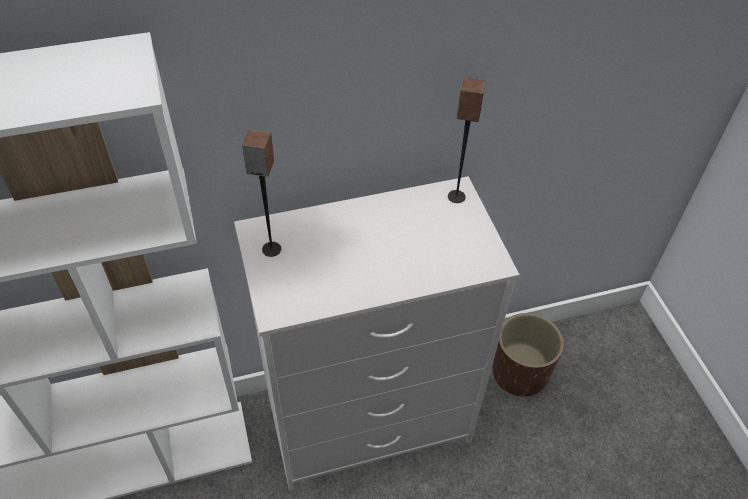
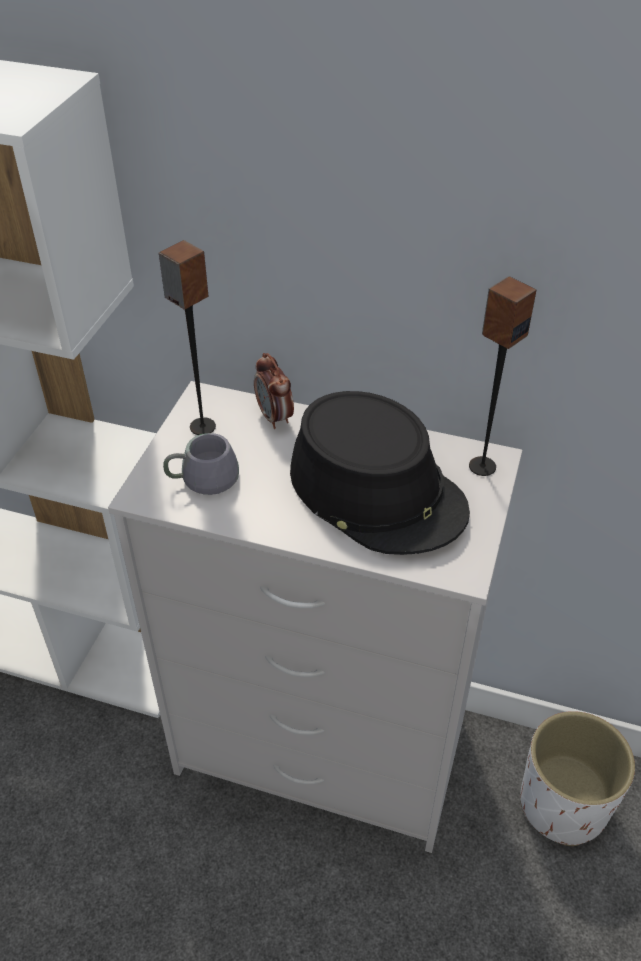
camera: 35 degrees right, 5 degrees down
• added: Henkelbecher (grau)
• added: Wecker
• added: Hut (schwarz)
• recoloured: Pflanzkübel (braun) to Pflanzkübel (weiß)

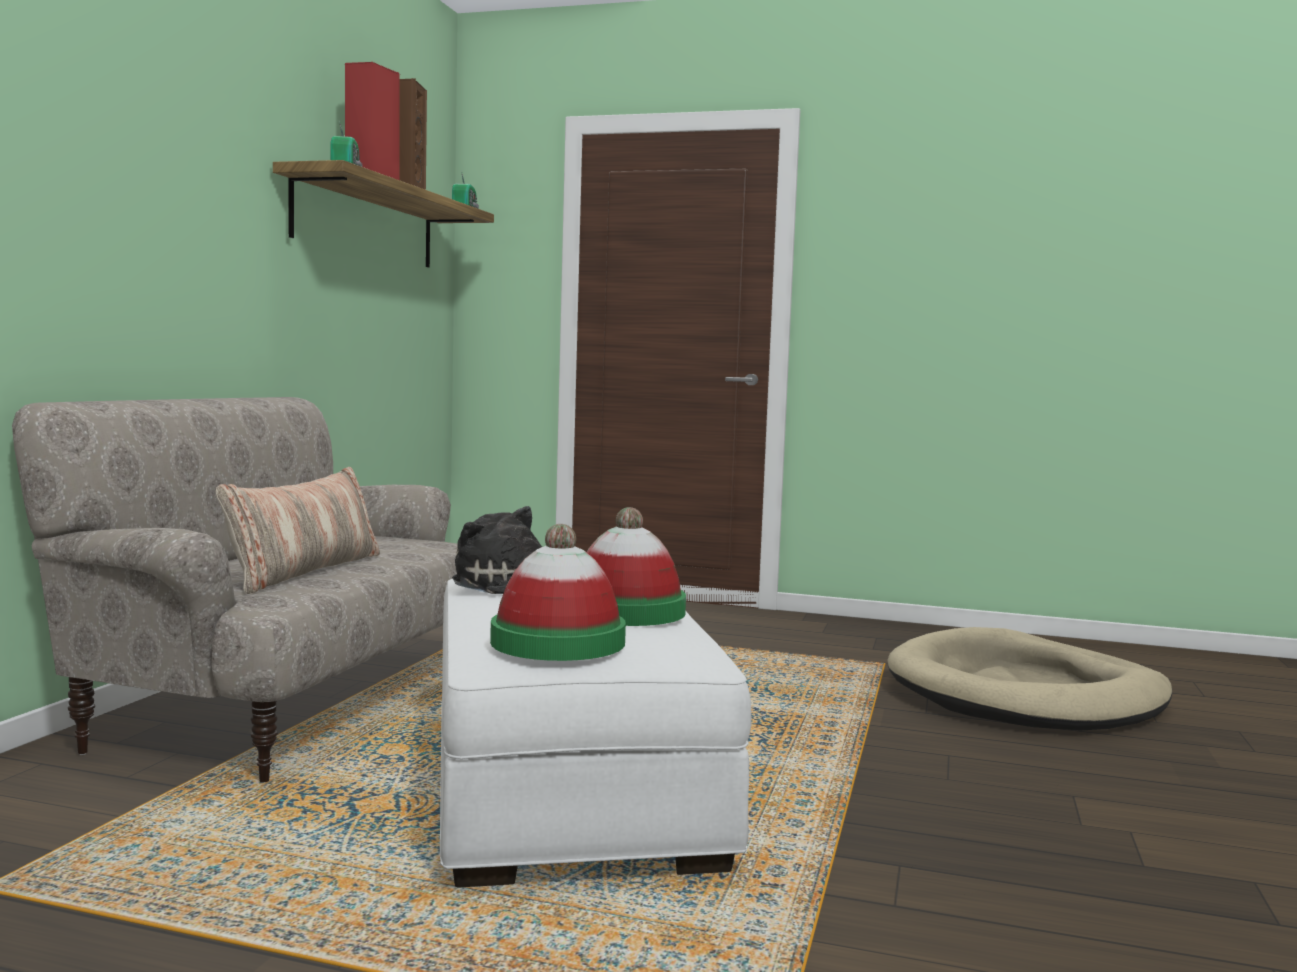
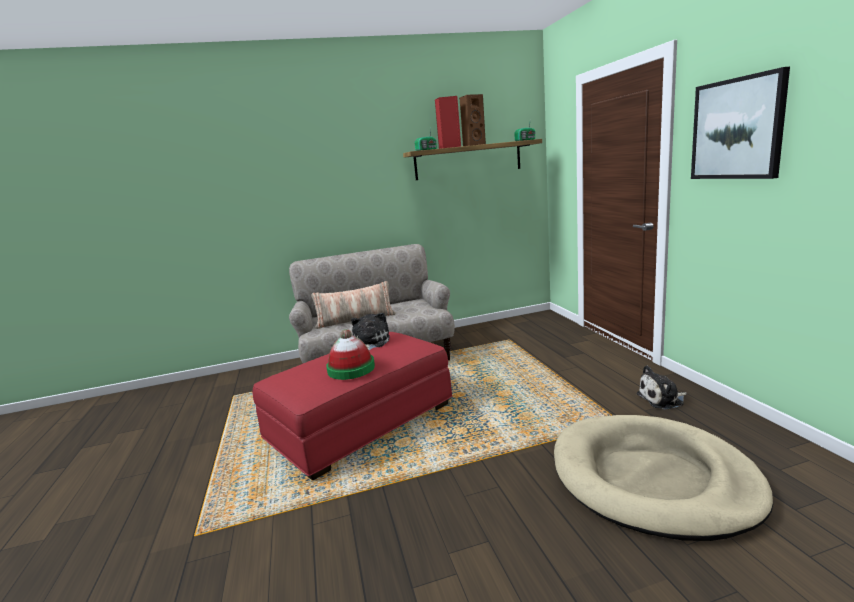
camera: 60 degrees right, 10 degrees up
• removed: Hut (1st from left)
• added: Plüschtier (2nd from left)
• added: Bild
• recoloured: Polsterhocker (weiß) to Polsterhocker (rot)

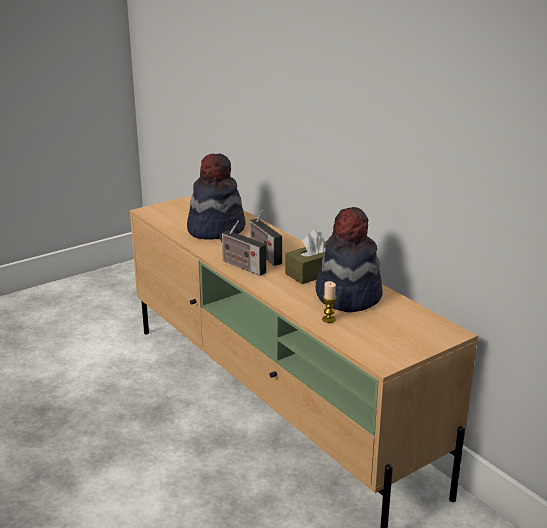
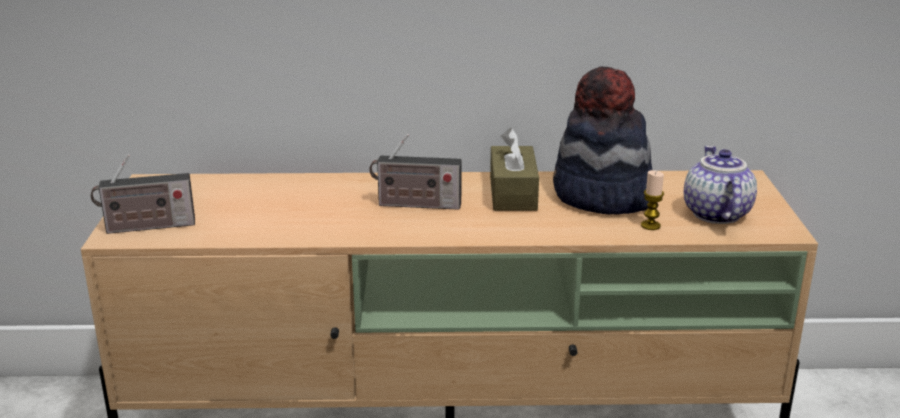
camera: 55 degrees left, 0 degrees up
• removed: Hut (1st from left)
• added: Teekanne
• moved: Radio (1st from left)

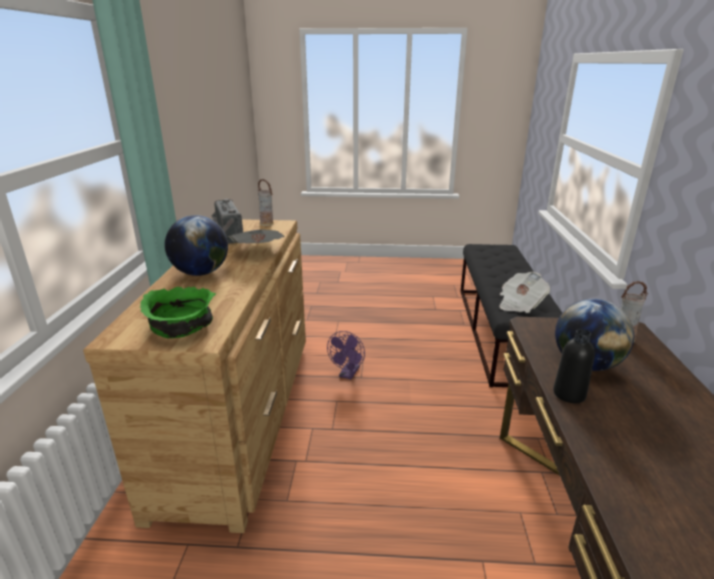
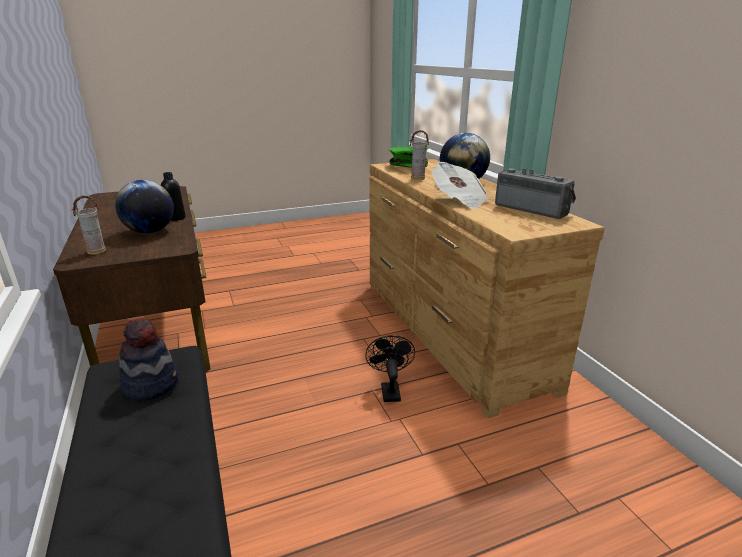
camera: 155 degrees right, 0 degrees up
• moved: Vase (1st from left in the first image) to Vase (2nd from left)
• replaced: Zeitung (2nd from left) to Hut
• recoloured: Ventilator (lila) to Ventilator (schwarz)

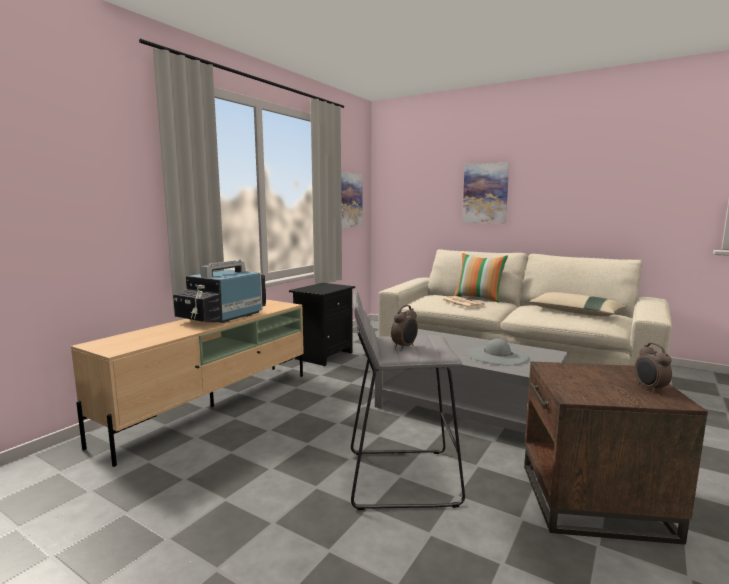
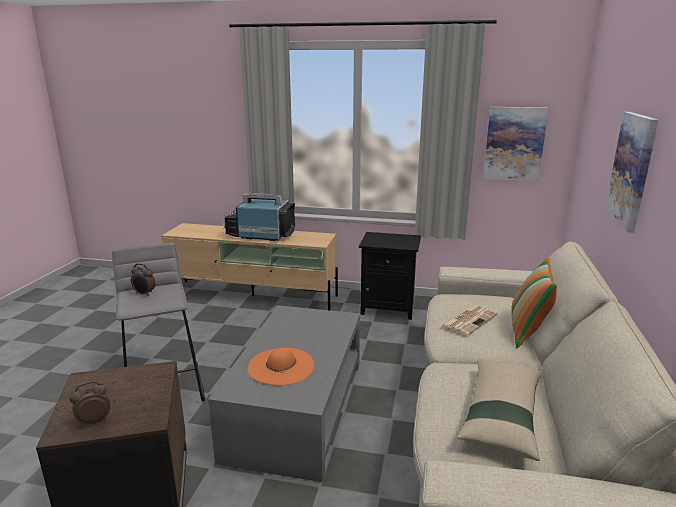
camera: 70 degrees right, 10 degrees up
• recoloured: Hut (grau) to Hut (orange)

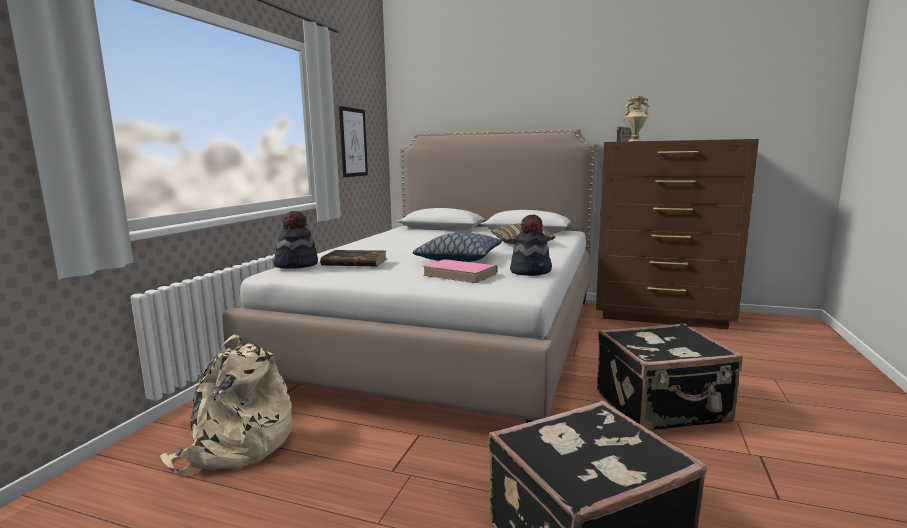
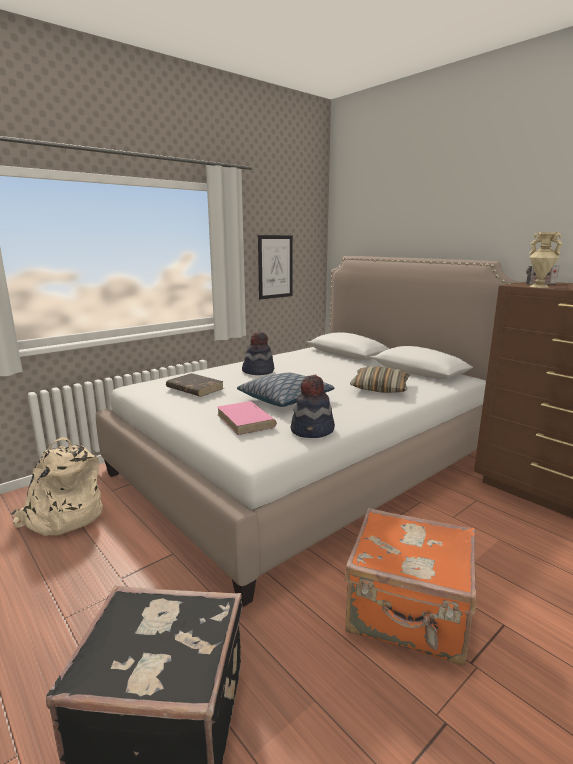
camera: 30 degrees right, 5 degrees up
• moved: Hut (1st from left)
• recoloured: Koffer (schwarz) (2nd from left) to Koffer (orange)

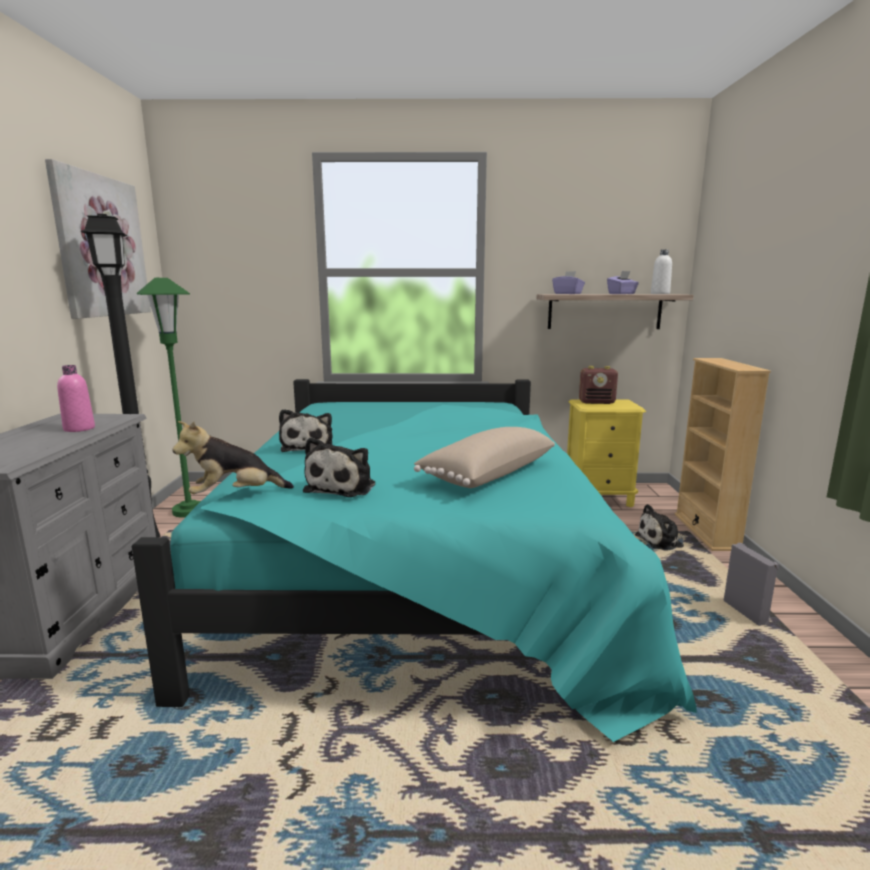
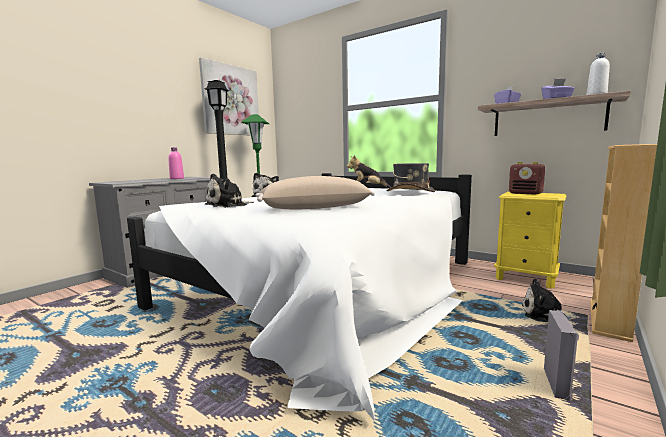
camera: 35 degrees right, 5 degrees down
• added: Hut (grau)
• moved: Plüschtier (1st from left in the first image) to Plüschtier (3rd from left)
• recoloured: Bett (türkis) to Bett (weiß)

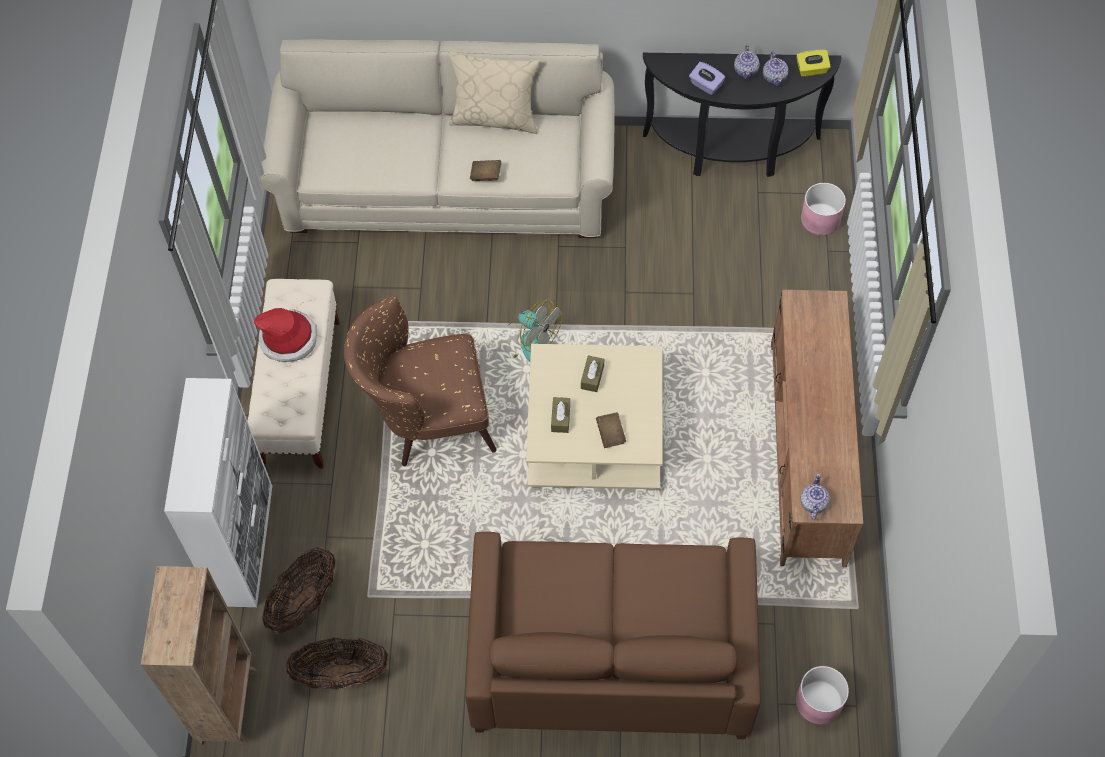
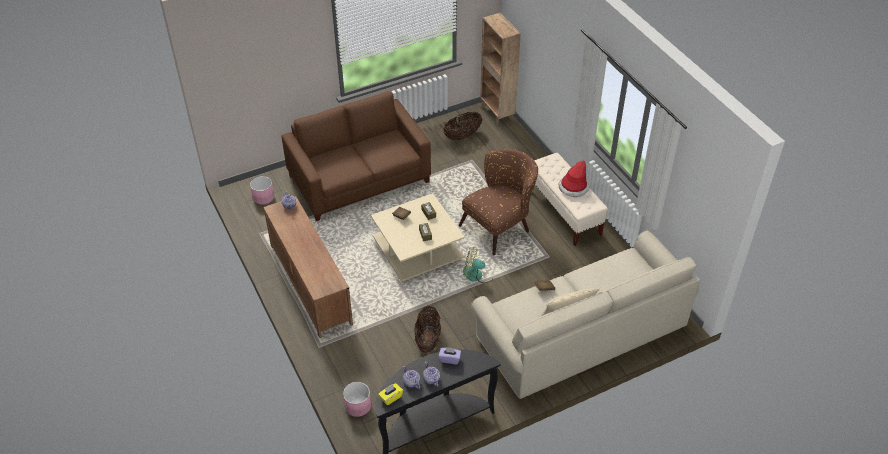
camera: 150 degrees right, 15 degrees down
• removed: Schrank (weiß)
• moved: Korb (1st from left)

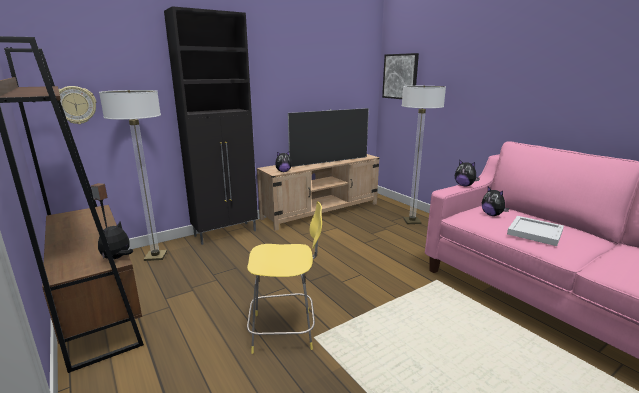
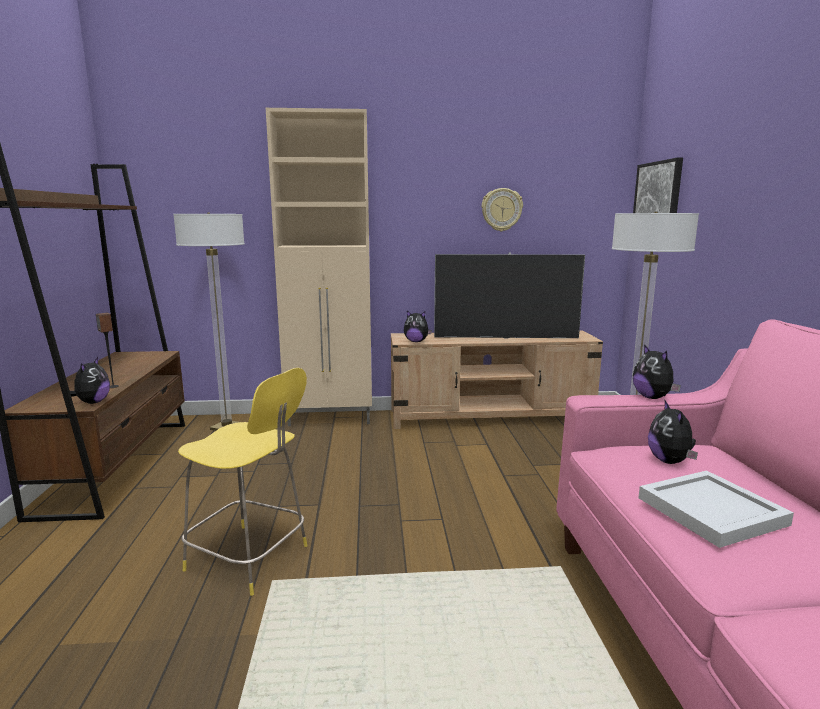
camera: 30 degrees right, 5 degrees down
• moved: Wanduhr
• recoloured: Schrank (schwarz) to Schrank (beige)
• turned: Plüschtier (1st from left) 120 degrees clockwise

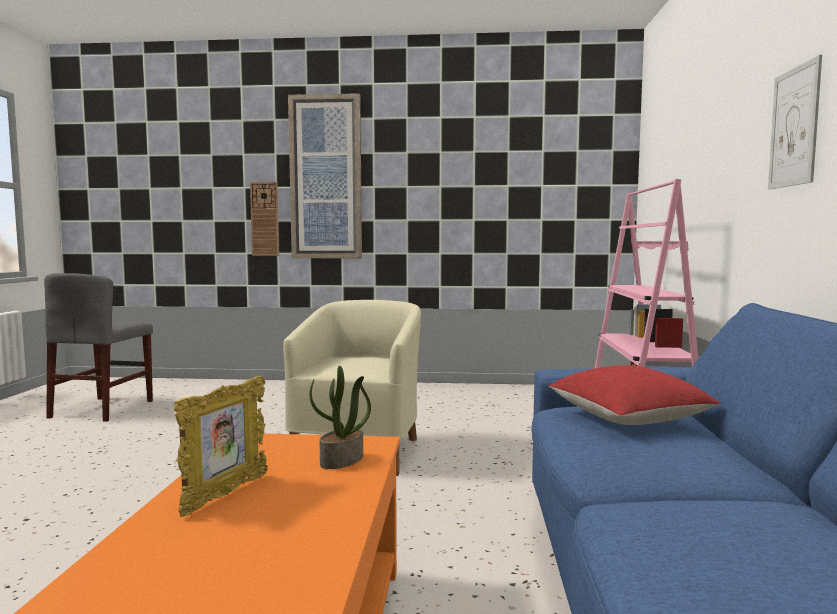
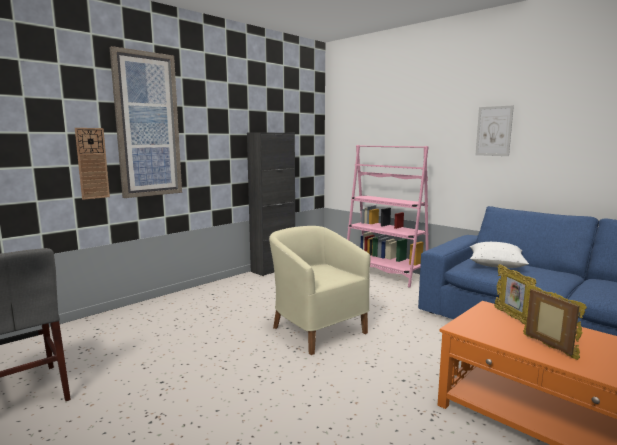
camera: 50 degrees left, 5 degrees up
• added: Schrank (schwarz)
• replaced: Topfpflanze to Bilderrahmen (1st from left)
• recoloured: Kissen (rot) to Kissen (weiß)

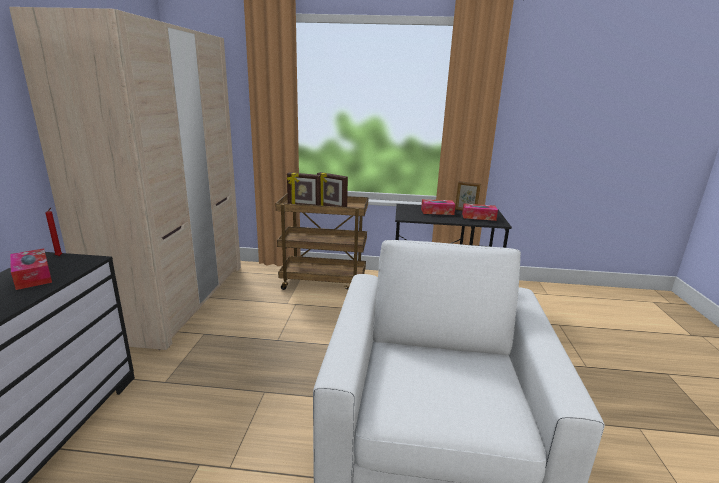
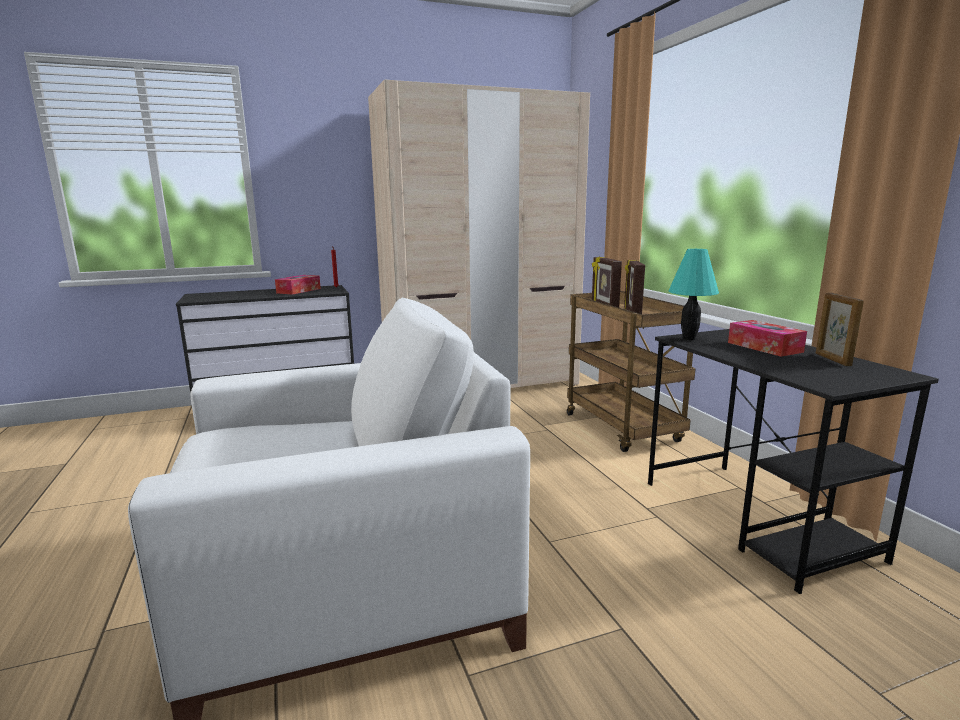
camera: 65 degrees right, 5 degrees down
• removed: Taschentuchbox (3rd from left)
• added: Tischlampe (türkis)

